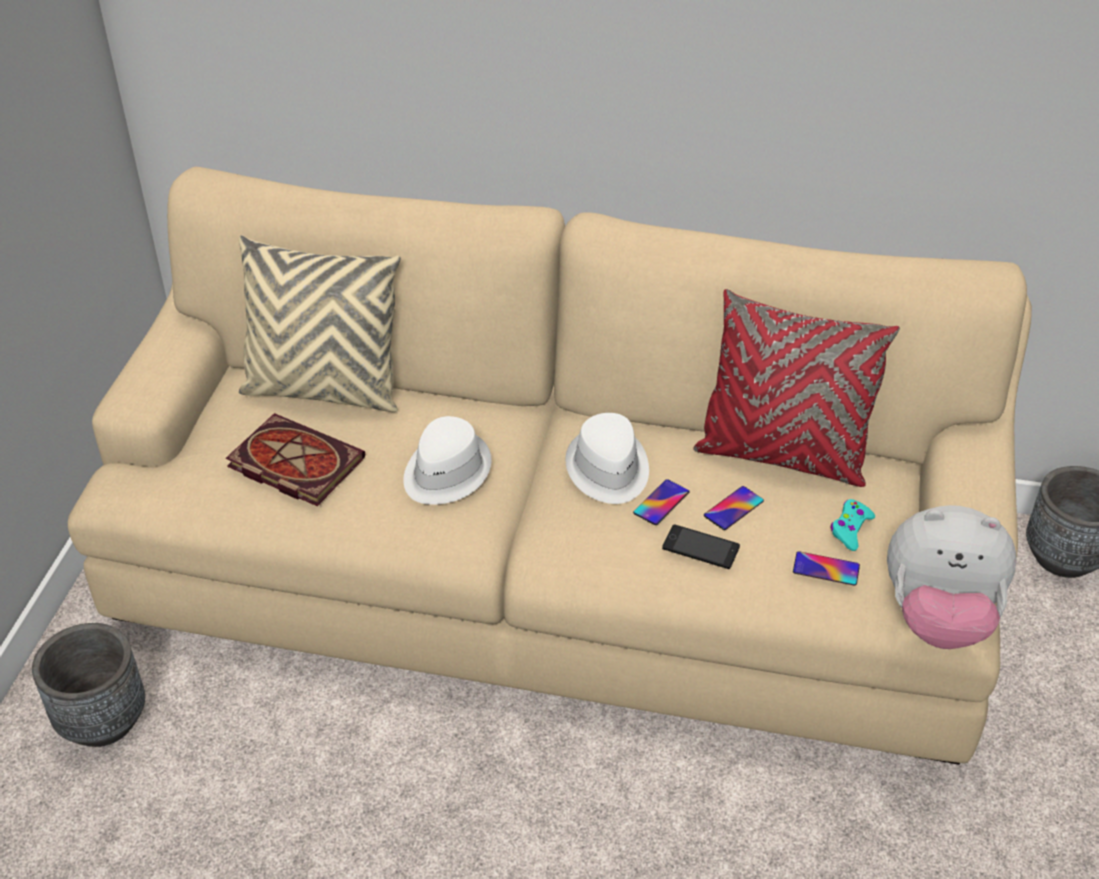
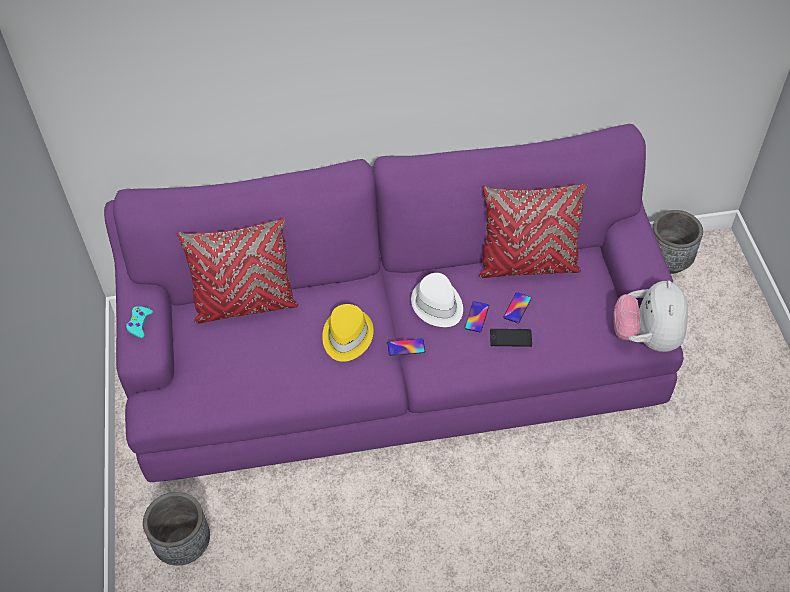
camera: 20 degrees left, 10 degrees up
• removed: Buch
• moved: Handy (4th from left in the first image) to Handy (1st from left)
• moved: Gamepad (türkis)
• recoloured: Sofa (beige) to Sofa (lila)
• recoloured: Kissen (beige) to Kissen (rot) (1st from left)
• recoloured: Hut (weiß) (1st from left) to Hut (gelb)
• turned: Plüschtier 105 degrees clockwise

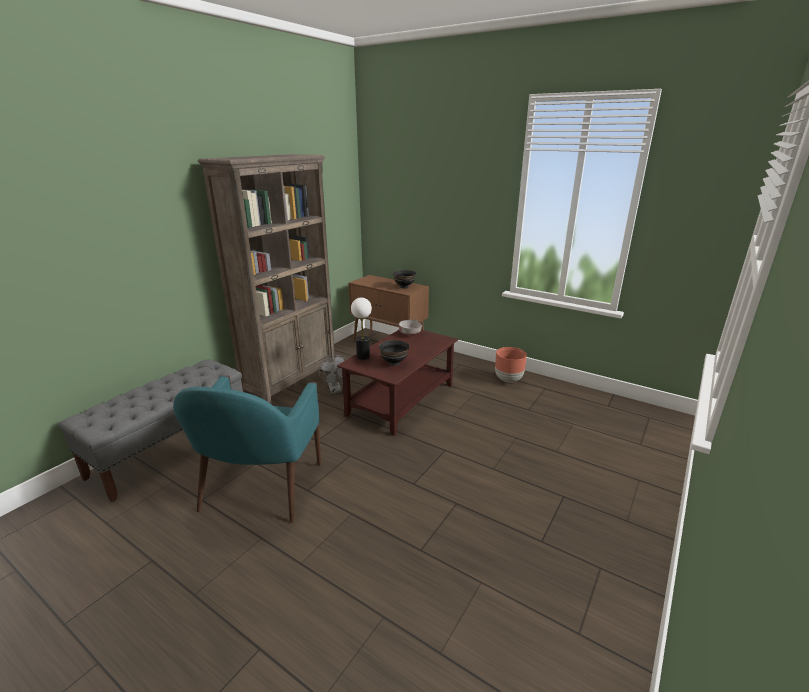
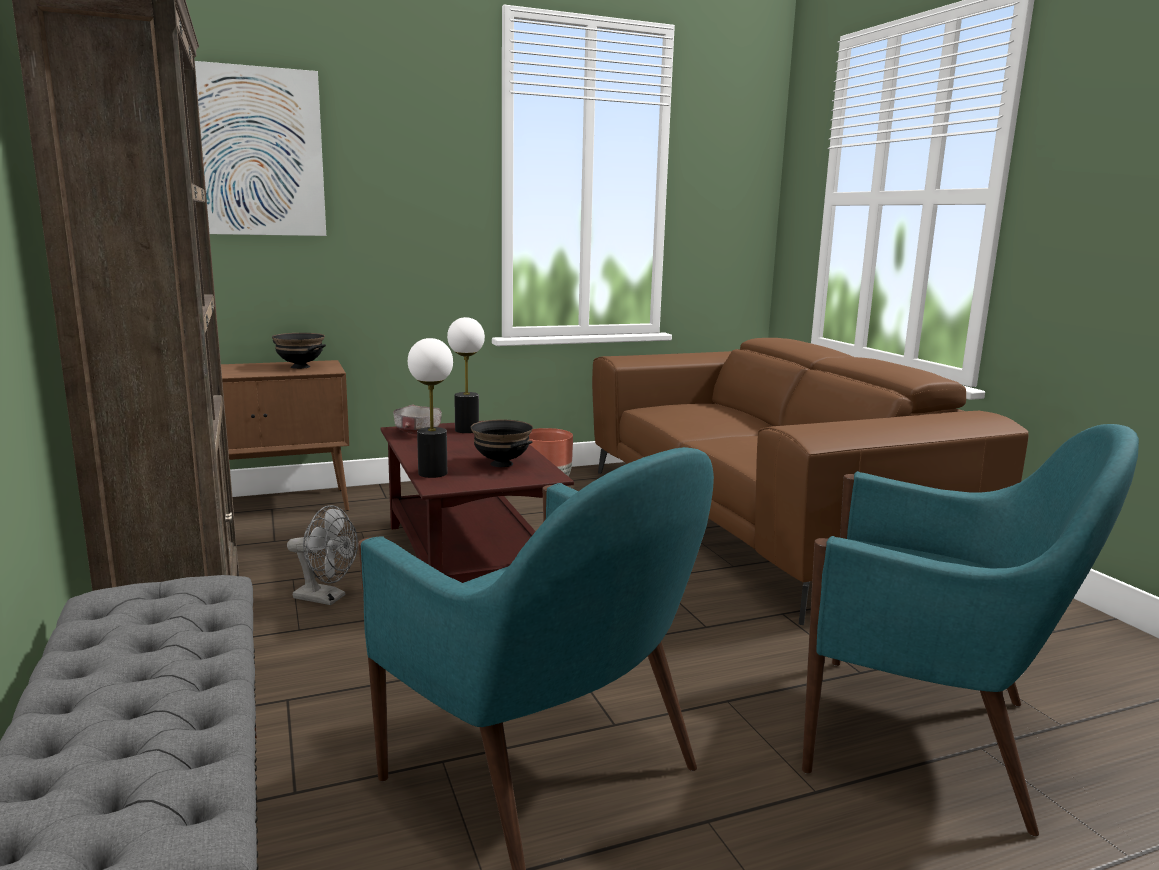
camera: 55 degrees left, 10 degrees down
• added: Bild
• added: Tischlampe (2nd from left)
• added: Sofa (braun)
• added: Sessel (türkis) (2nd from left)

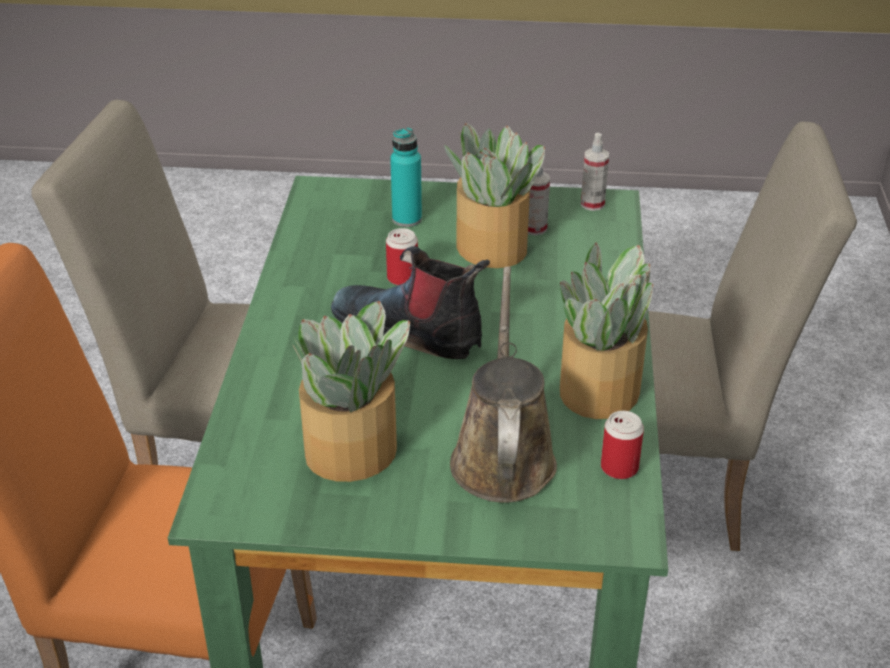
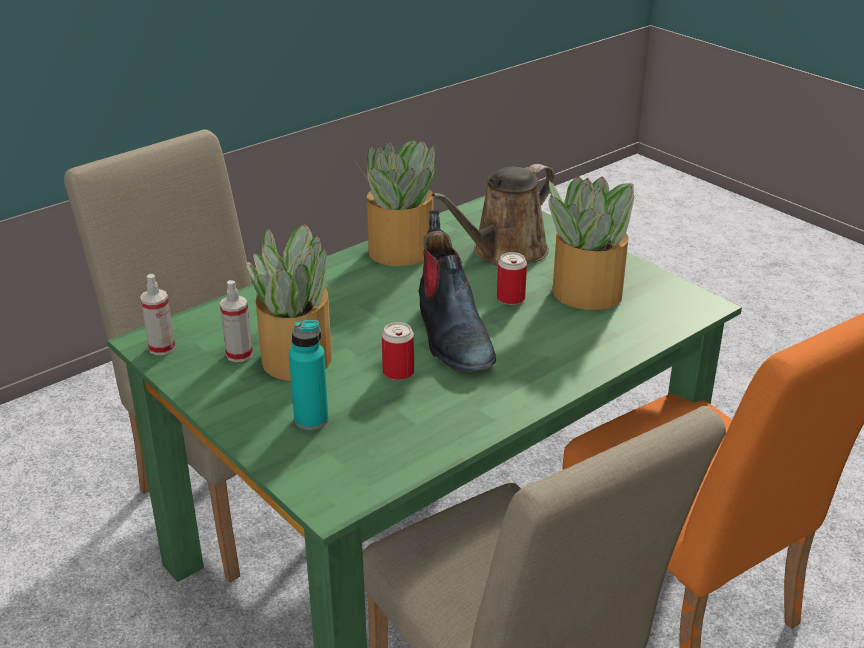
camera: 135 degrees left, 5 degrees down
• moved: Dose (2nd from left)

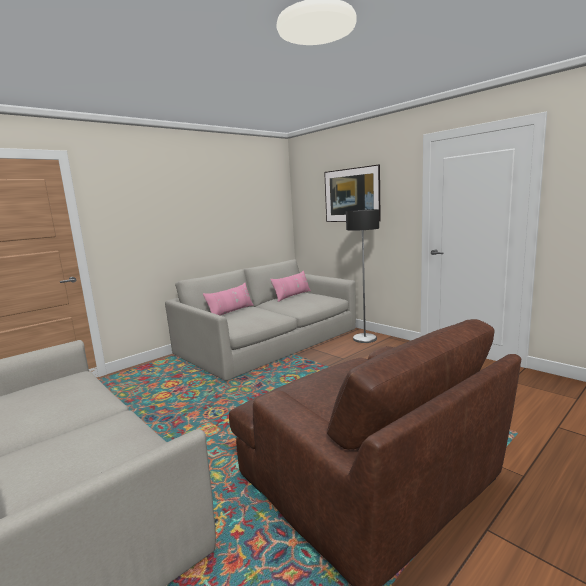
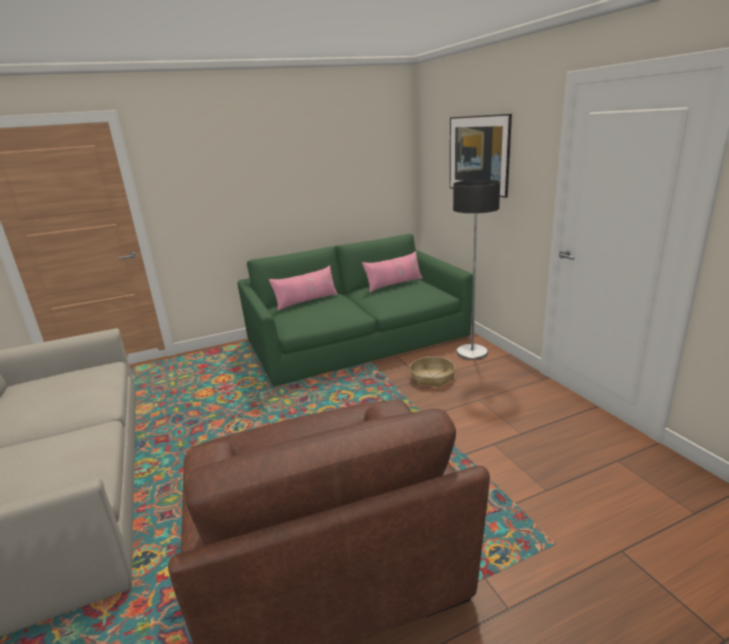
camera: 20 degrees right, 10 degrees up
• added: Korb
• recoloured: Sofa (grau) (2nd from left) to Sofa (grün)

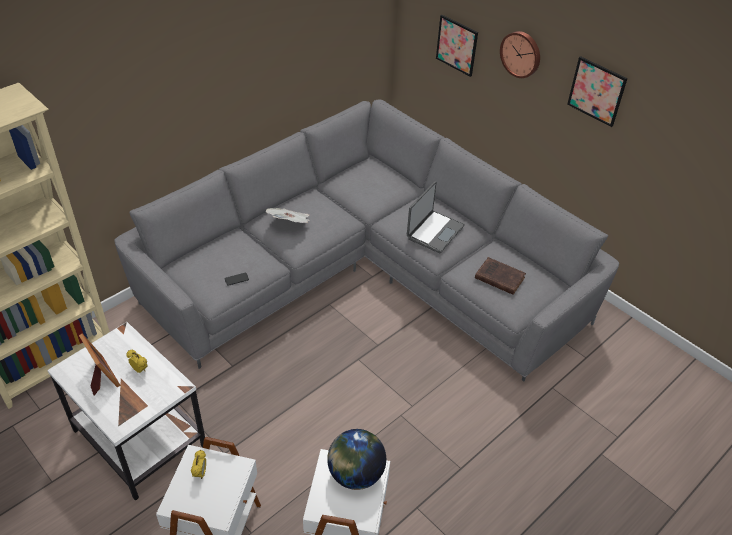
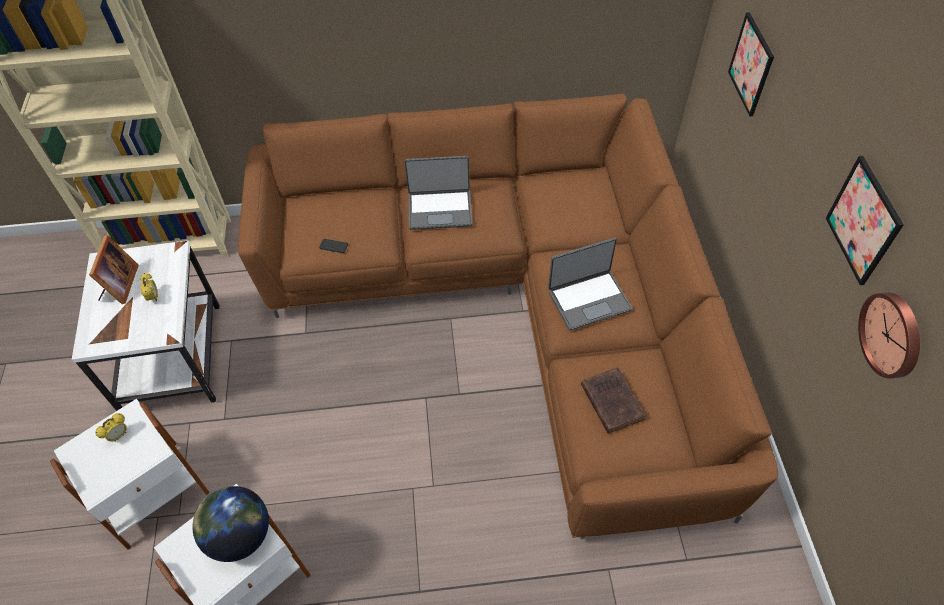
camera: 40 degrees right, 10 degrees up
• moved: Wanduhr
• replaced: Zeitung to Laptop (1st from left)
• recoloured: Sofa (grau) to Sofa (braun)

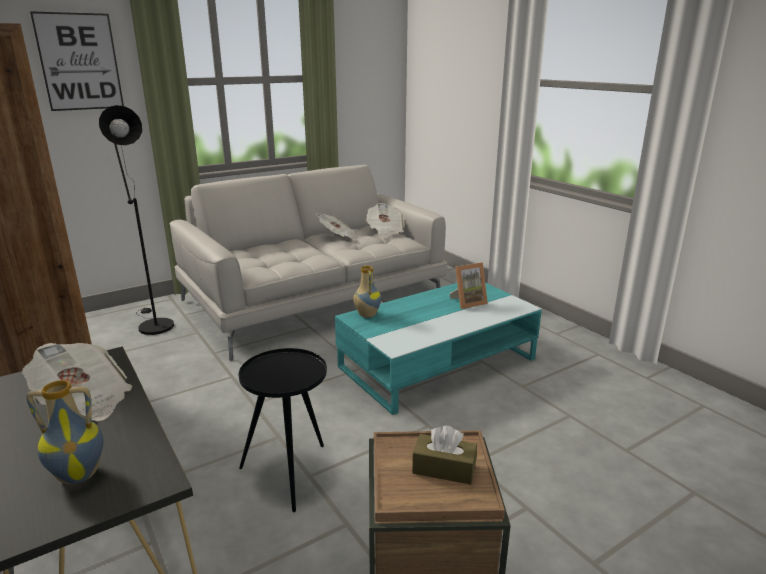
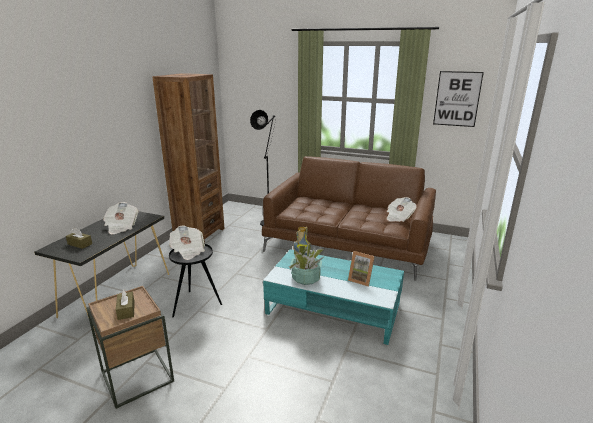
camera: 55 degrees right, 0 degrees up
• added: Topfpflanze
• moved: Bild
• moved: Zeitung (2nd from left)
• replaced: Vase (1st from left) to Taschentuchbox (braun) (1st from left)
• recoloured: Sofa (grau) to Sofa (braun)

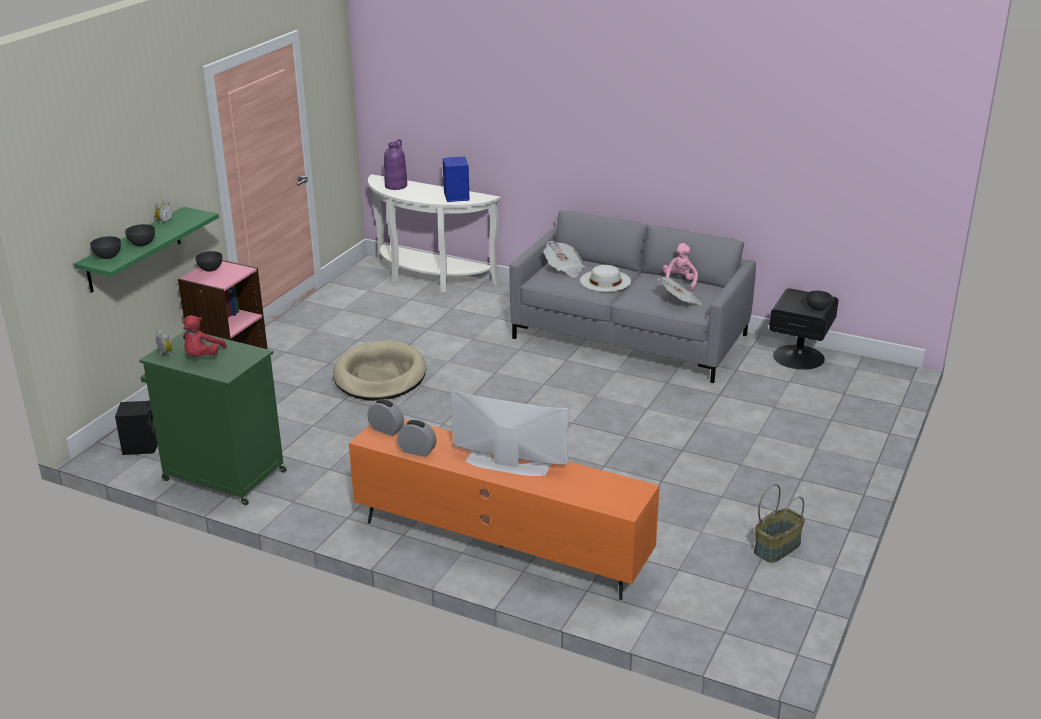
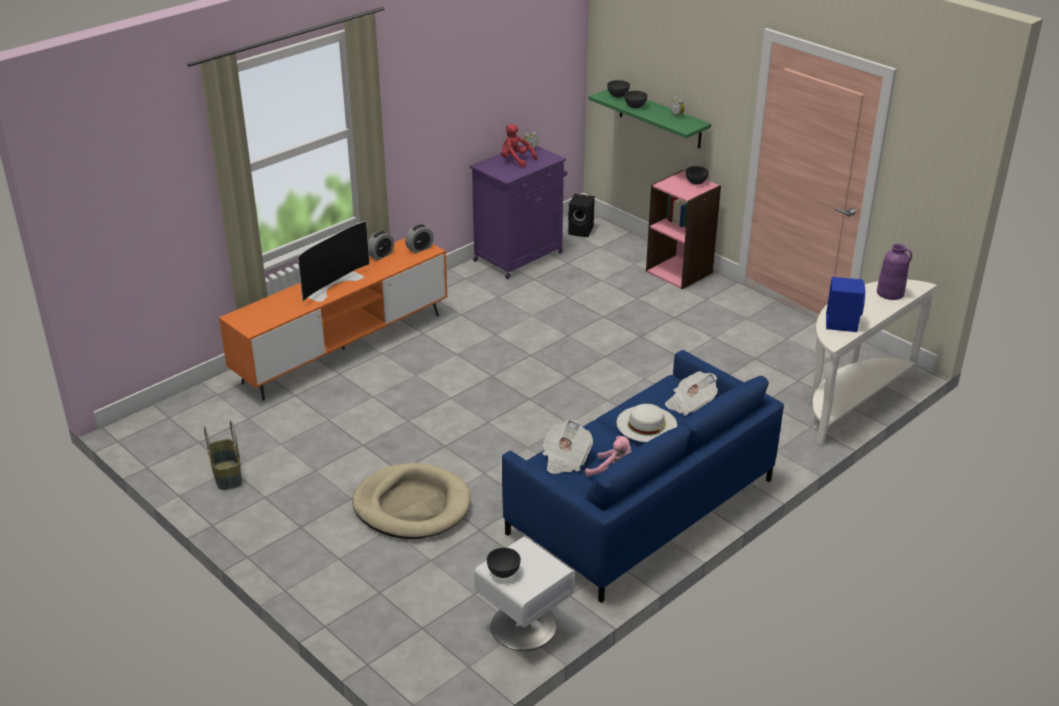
camera: 110 degrees right, 5 degrees up
• moved: Hundebett (beige)
• recoloured: Schrank (grün) to Schrank (lila)
• recoloured: Sofa (grau) to Sofa (blau)
• recoloured: Nachttisch (schwarz) to Nachttisch (weiß)

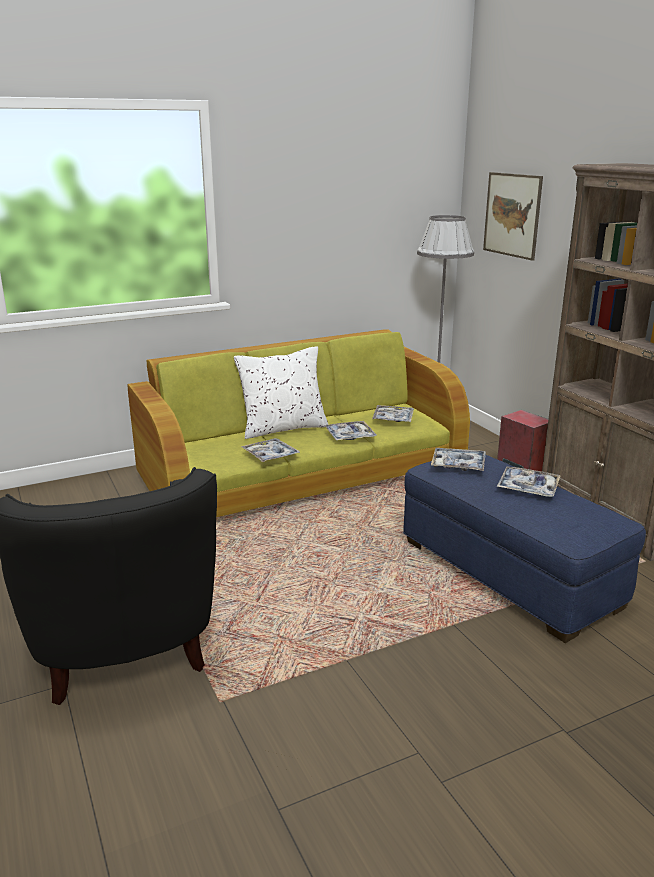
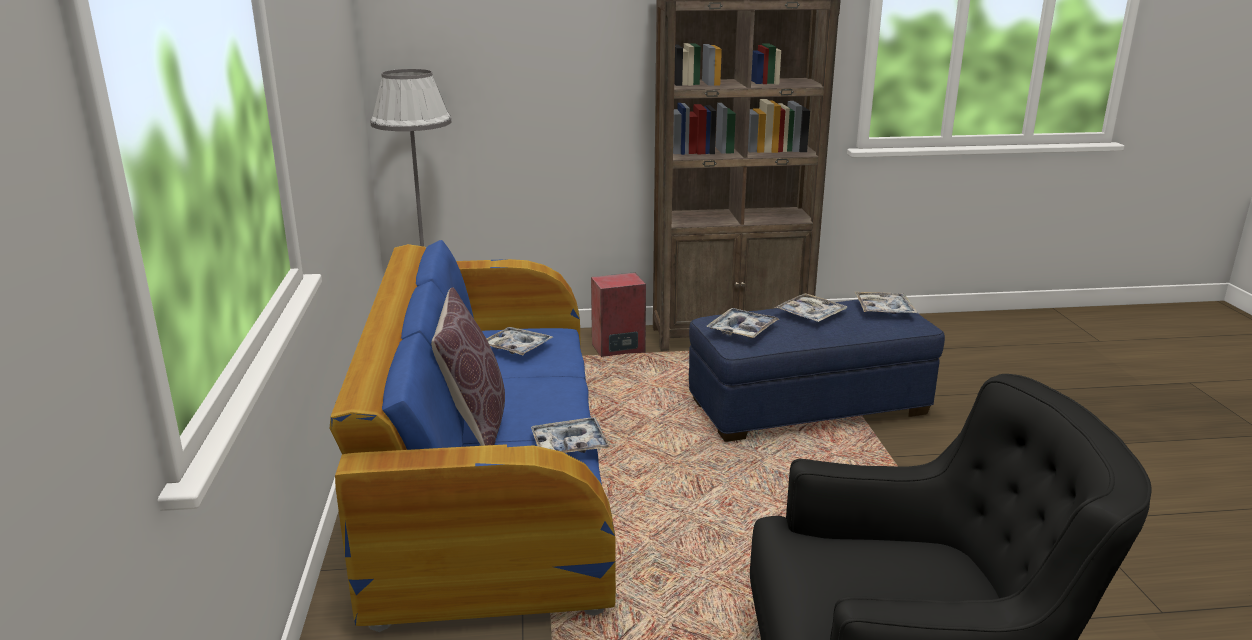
camera: 70 degrees left, 0 degrees up
• removed: Bild
• moved: Tablett (2nd from left in the first image) to Tablett (5th from left)
• recoloured: Sofa (grün) to Sofa (blau)
• recoloured: Kissen (weiß) to Kissen (braun)

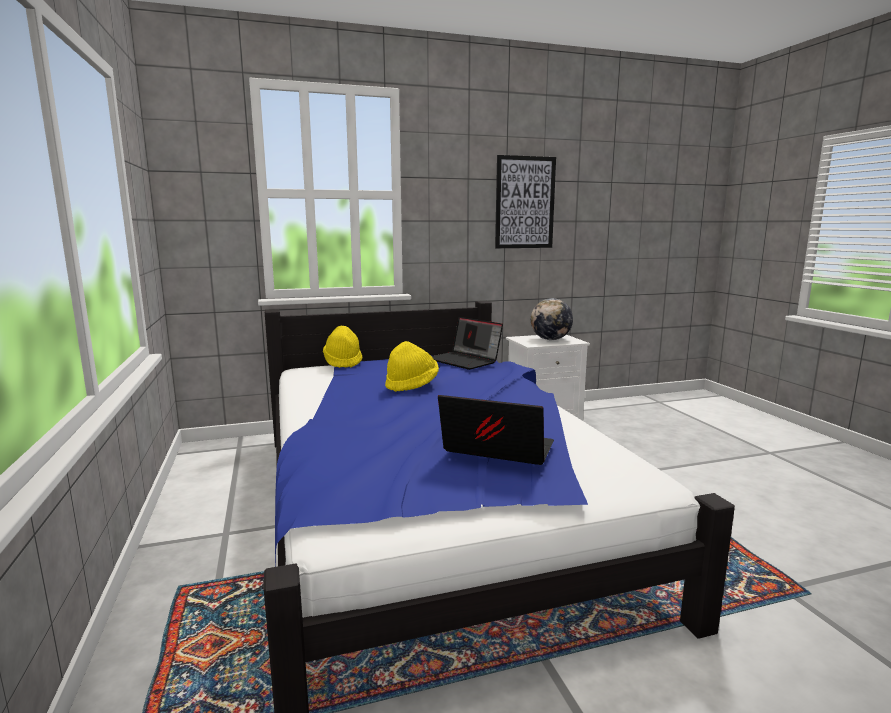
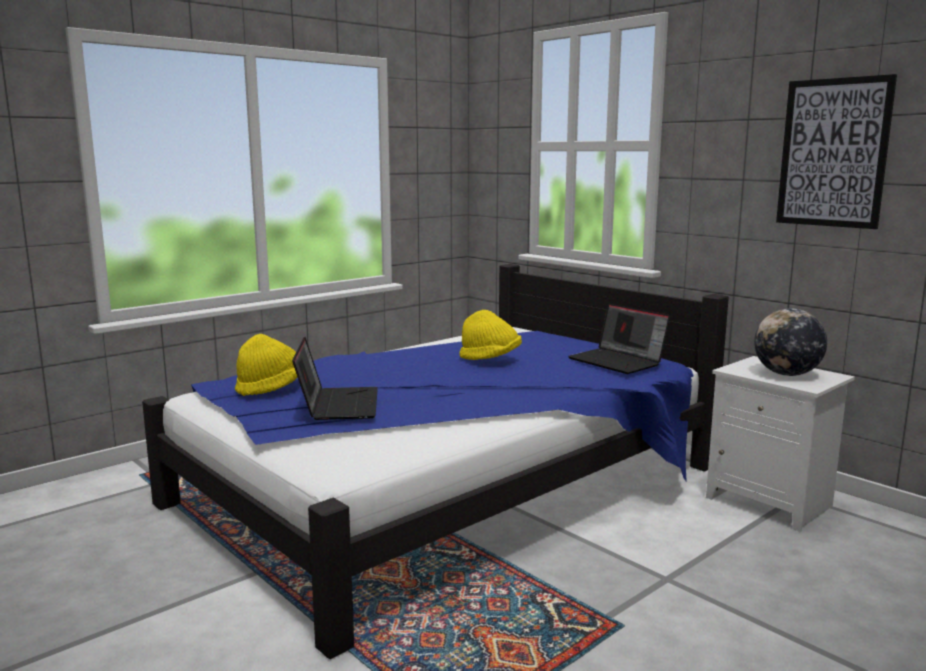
camera: 65 degrees right, 0 degrees up
• moved: Hut (gelb) (1st from left)
• turned: Laptop (1st from left in the first image) 60 degrees counterclockwise

